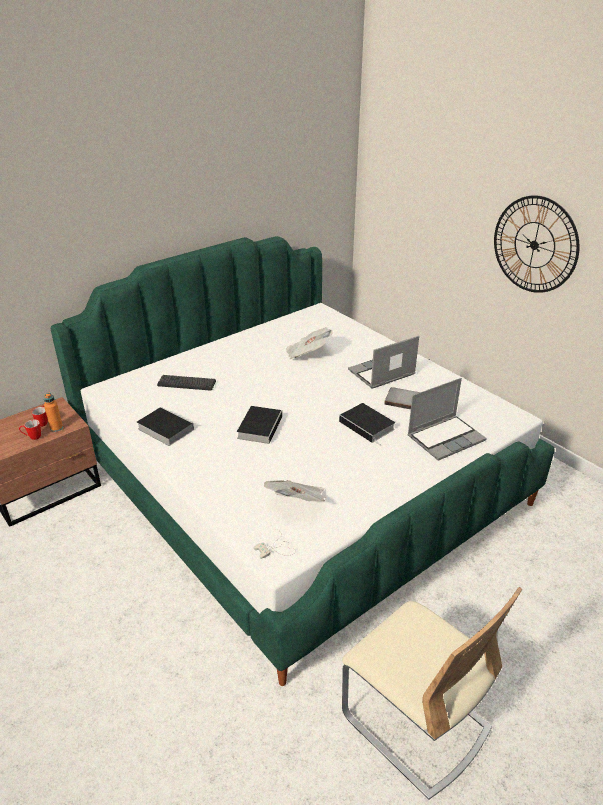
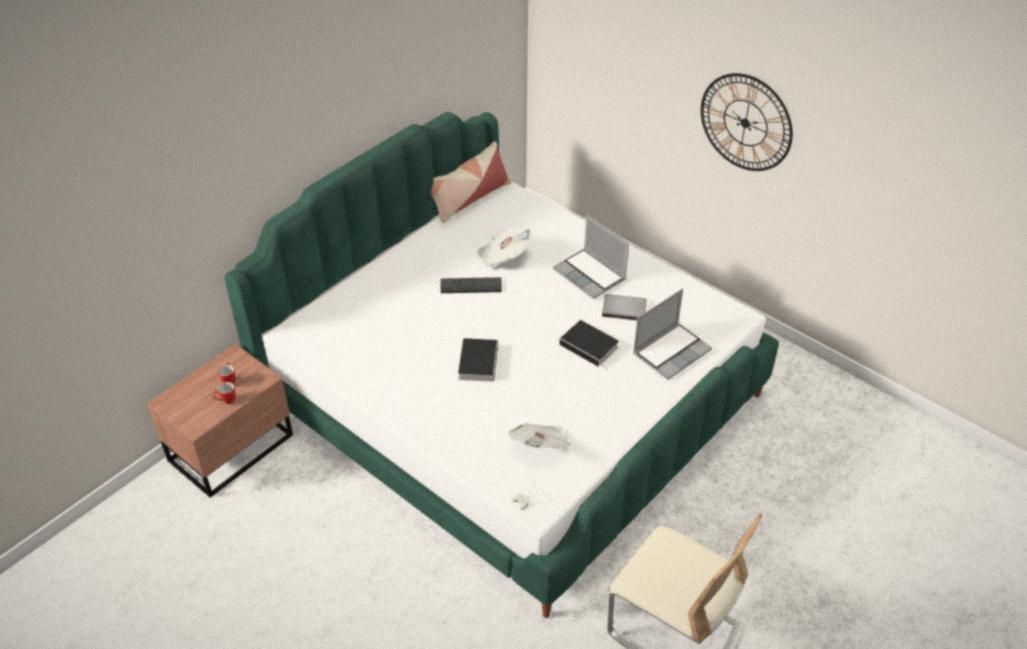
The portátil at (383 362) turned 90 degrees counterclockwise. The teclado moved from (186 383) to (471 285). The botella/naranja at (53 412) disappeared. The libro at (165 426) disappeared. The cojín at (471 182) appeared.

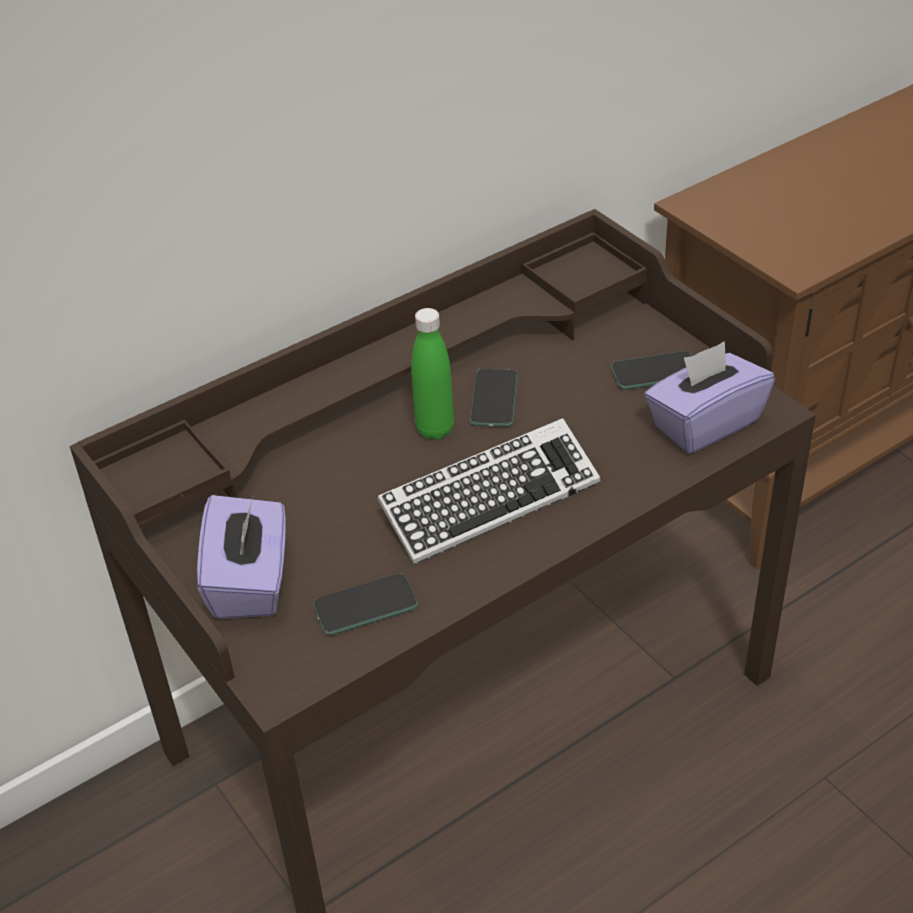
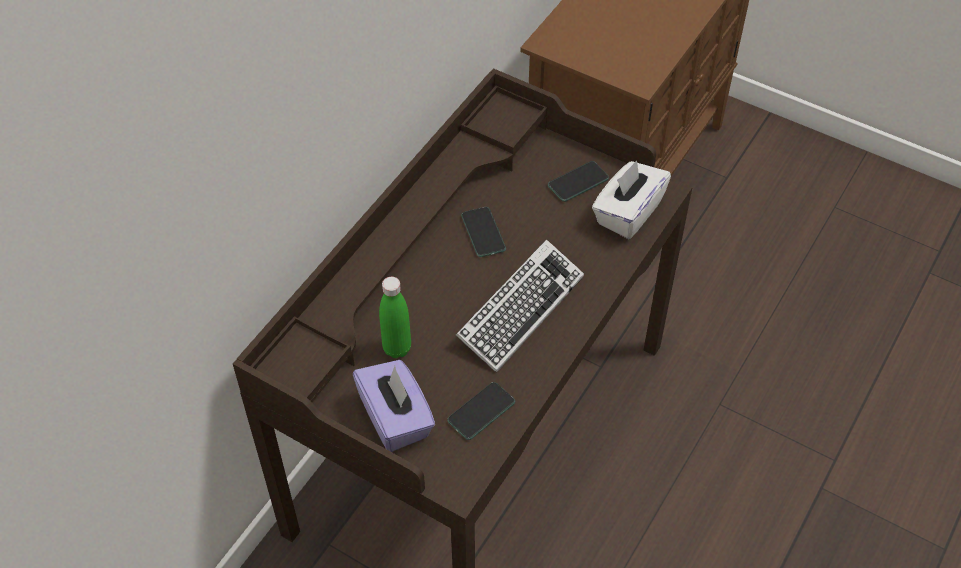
The botella/verde moved from (432 374) to (395 317). The caja de pañuelos/morado at (709 397) became the caja de pañuelos/blanco at (631 199).

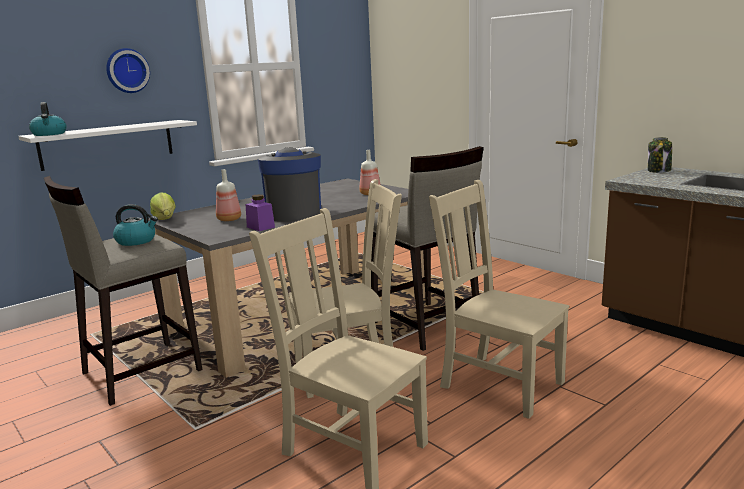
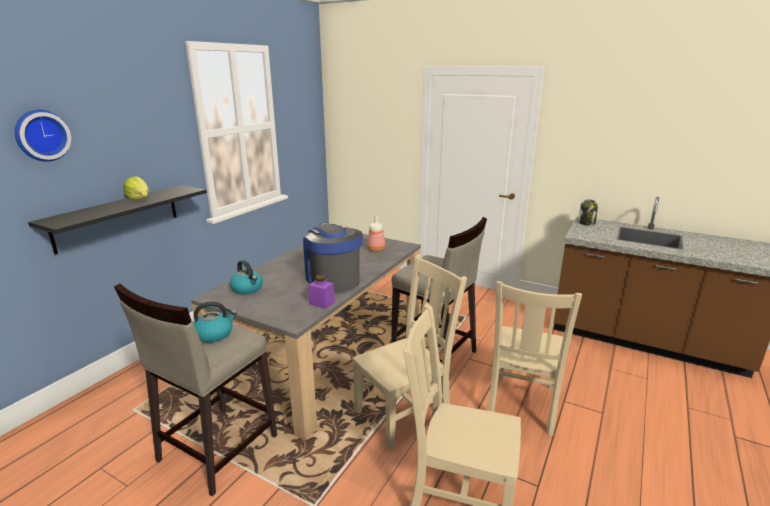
The reloj de pared moved from (128 70) to (42 135). The hervidor moved from (47 119) to (246 277). The estante/blanco at (107 145) became the estante/negro at (117 219). The botella at (228 195) disappeared. The silla/beis at (499 299) turned 90 degrees counterclockwise. The lechuga moved from (163 206) to (136 188).

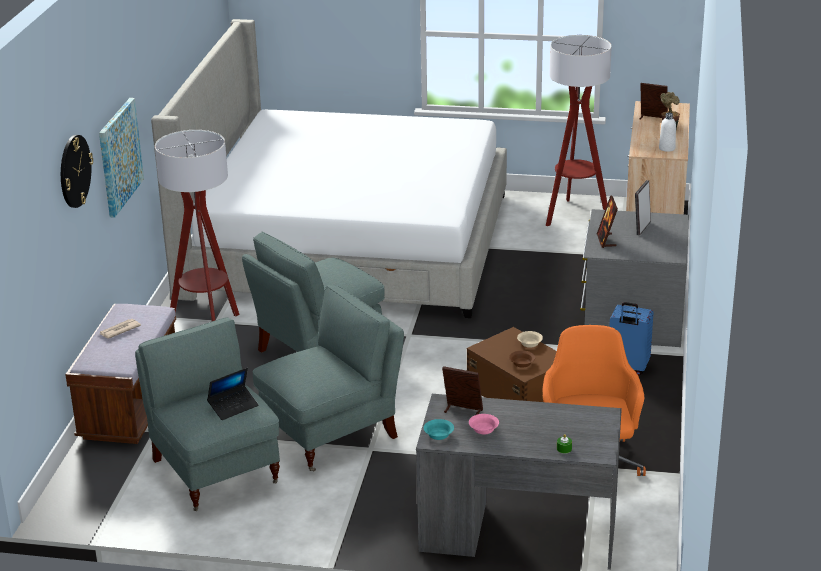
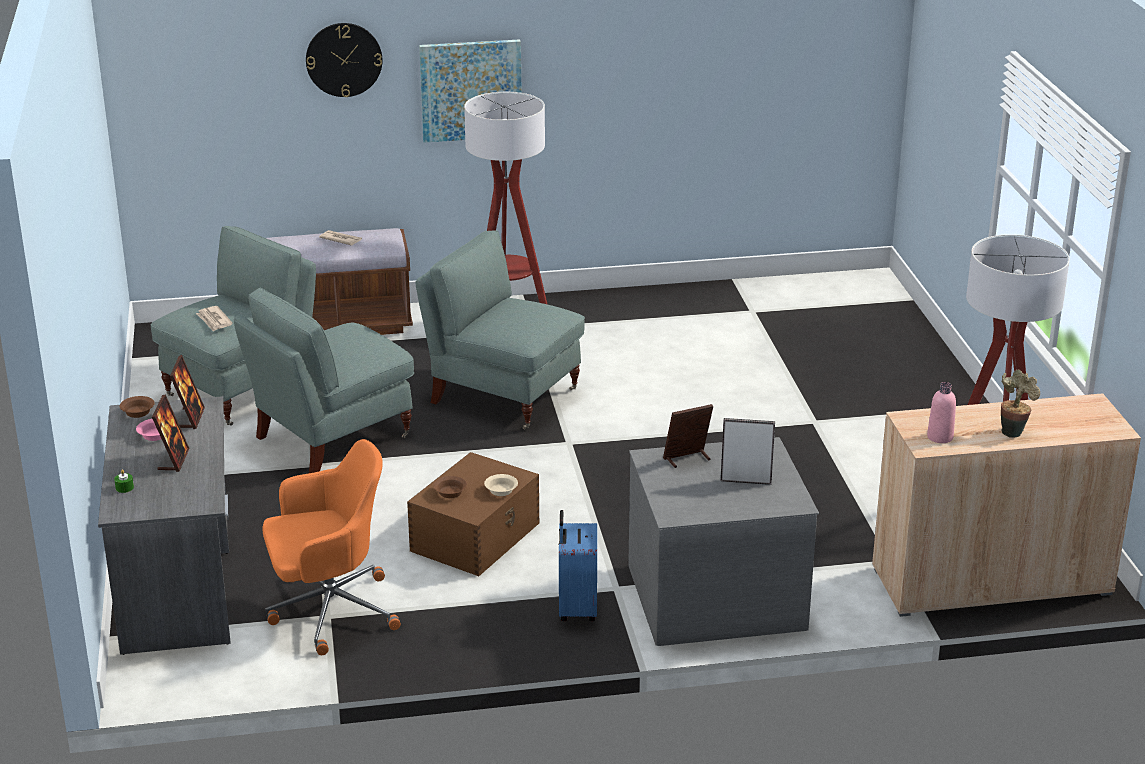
The cama at (329 168) disappeared. The portarretratos moved from (654 101) to (170 433). The botella/blanco at (667 132) became the botella/rosa at (941 412). The sillón/gris at (328 378) turned 105 degrees clockwise. The portátil at (233 394) was replaced by the periódico at (214 319). The cuenco/turquesa at (439 429) became the cuenco/marrón at (137 407).

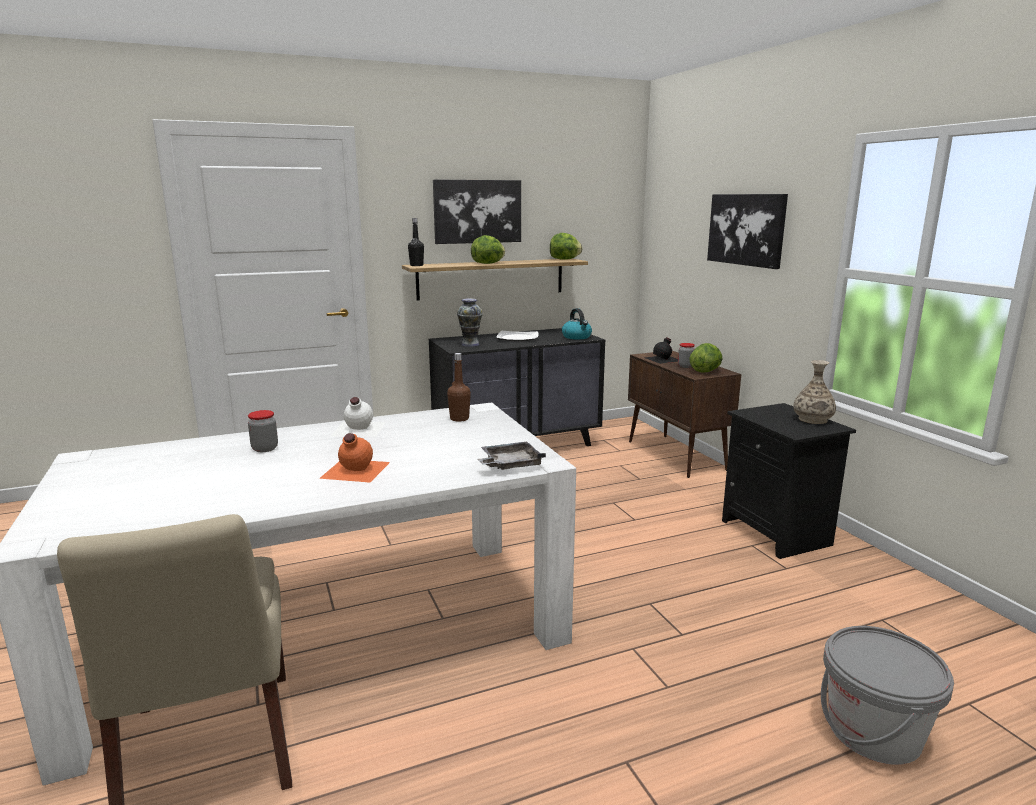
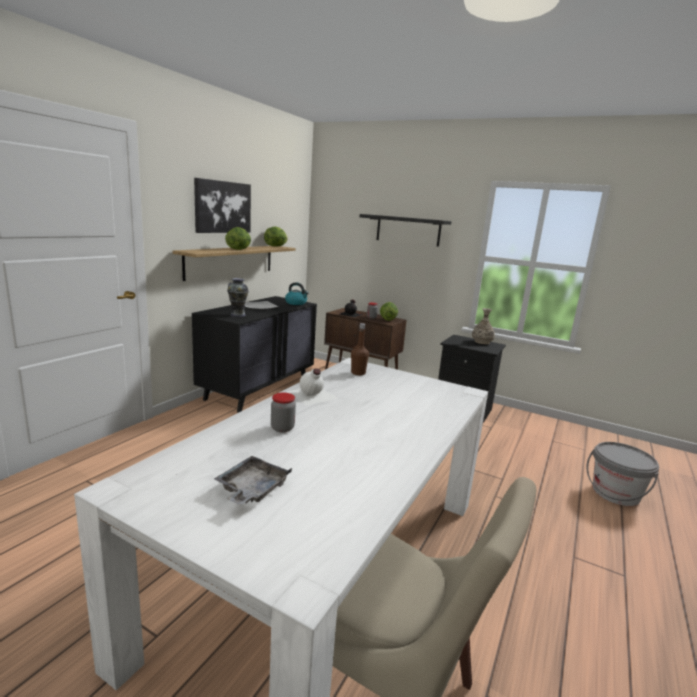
The cuadro at (747 231) was replaced by the estante/negro at (406 230). The botella/negro at (416 242) disappeared. The botella/naranja at (354 458) disappeared. The bandeja/gris moved from (511 456) to (253 480).

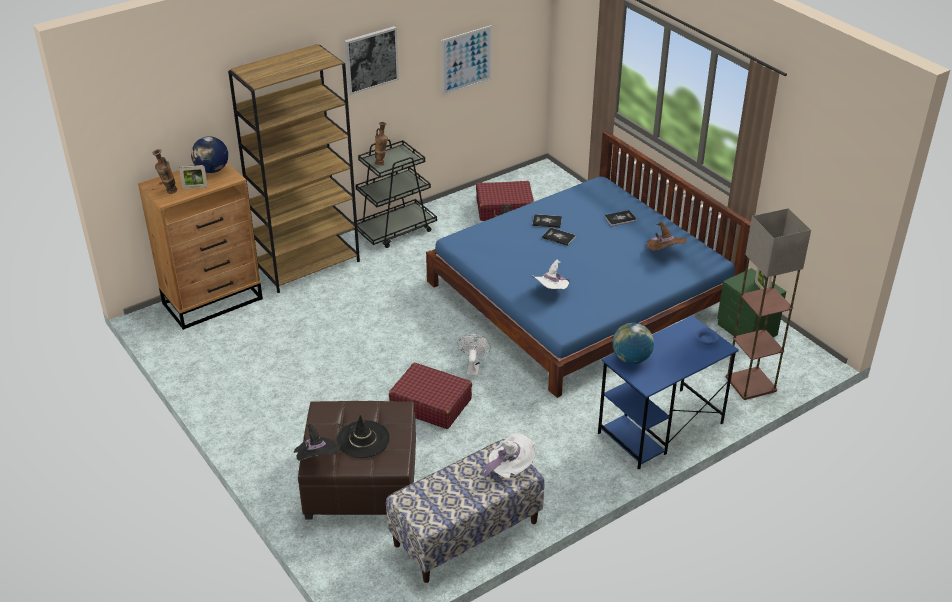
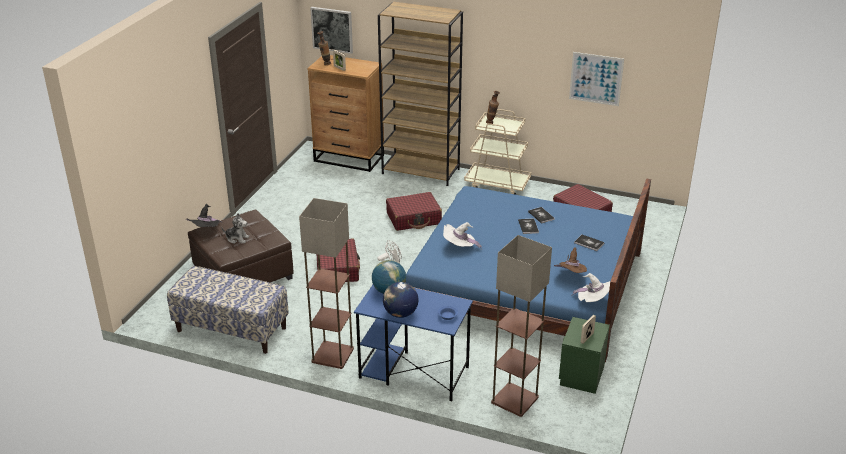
The cuadro moved from (371 60) to (331 30). The globo terráqueo moved from (209 154) to (401 300). The carrito/negro at (395 193) became the carrito/beis at (497 152). The sombrero/negro at (363 436) was replaced by the peluche at (235 228). The sombrero/blanco moved from (507 456) to (590 287). The maleta/rojo at (414 211) appeared. The lámpara de pie at (326 283) appeared.

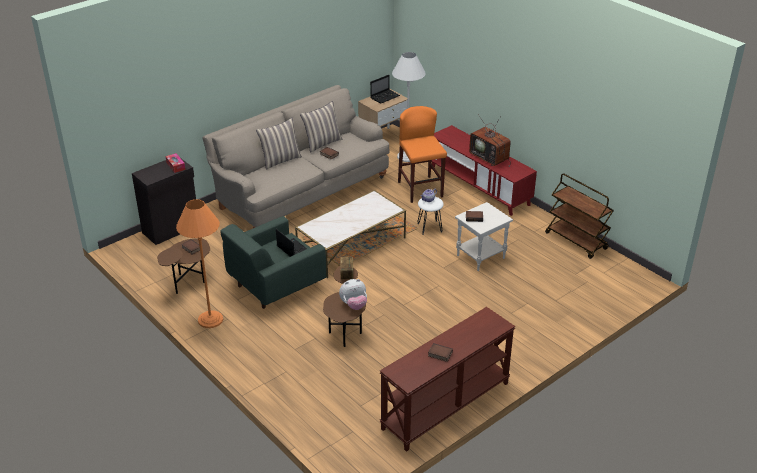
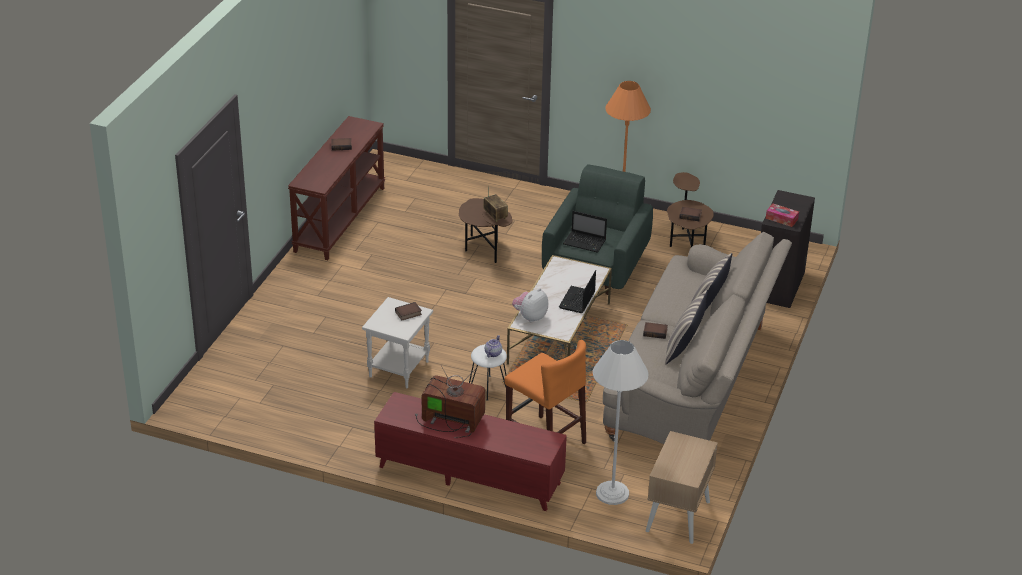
The portátil moved from (385 89) to (577 291). The carrito/marrón at (579 216) disappeared. The peluche moved from (353 294) to (530 305).

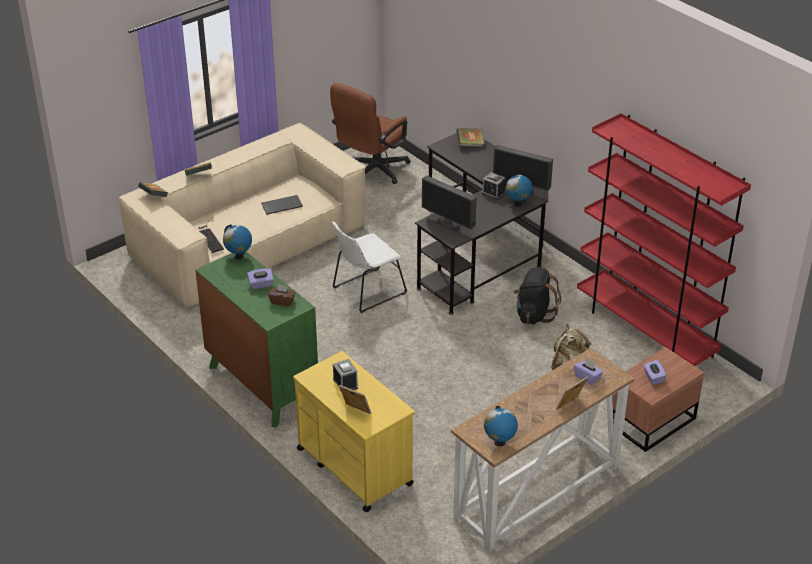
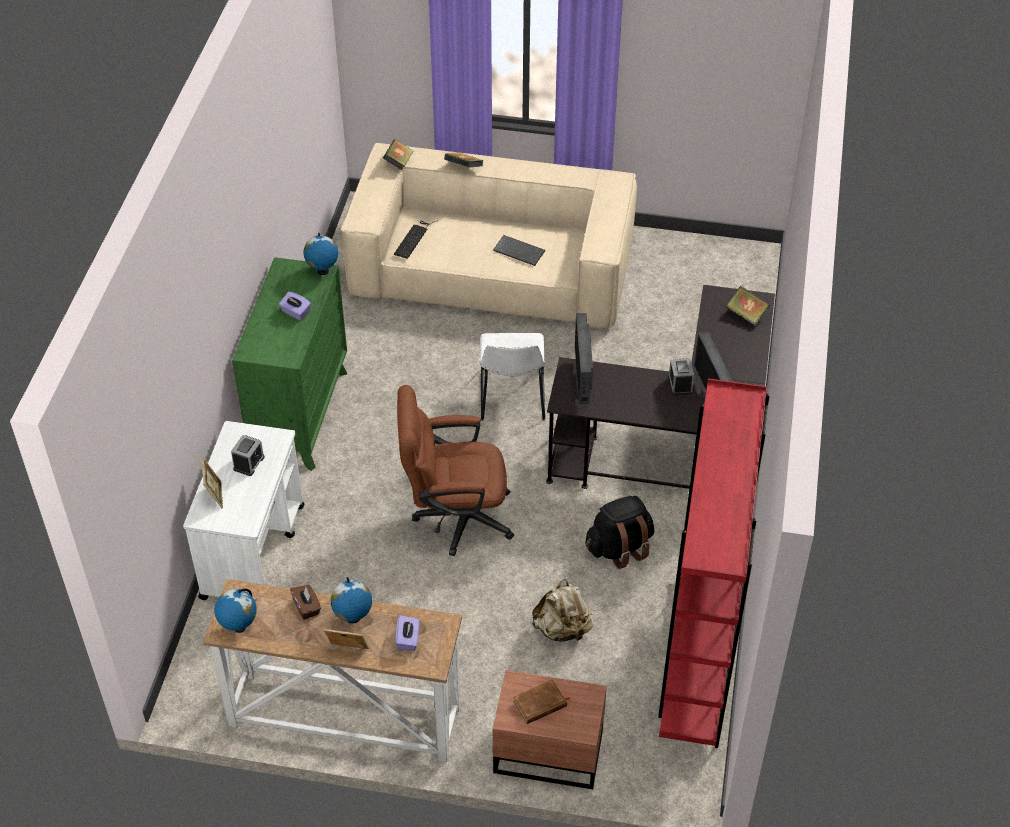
The silla de oficina/marrón moved from (370 133) to (455 470). The globo terráqueo moved from (518 190) to (351 600). The silla/blanco at (369 267) turned 105 degrees counterclockwise. The caja de pañuelos/marrón moved from (282 295) to (305 602). The carrito/amarillo at (354 431) became the carrito/blanco at (243 510). The caja de pañuelos/morado at (655 372) was replaced by the libro/marrón at (541 702).

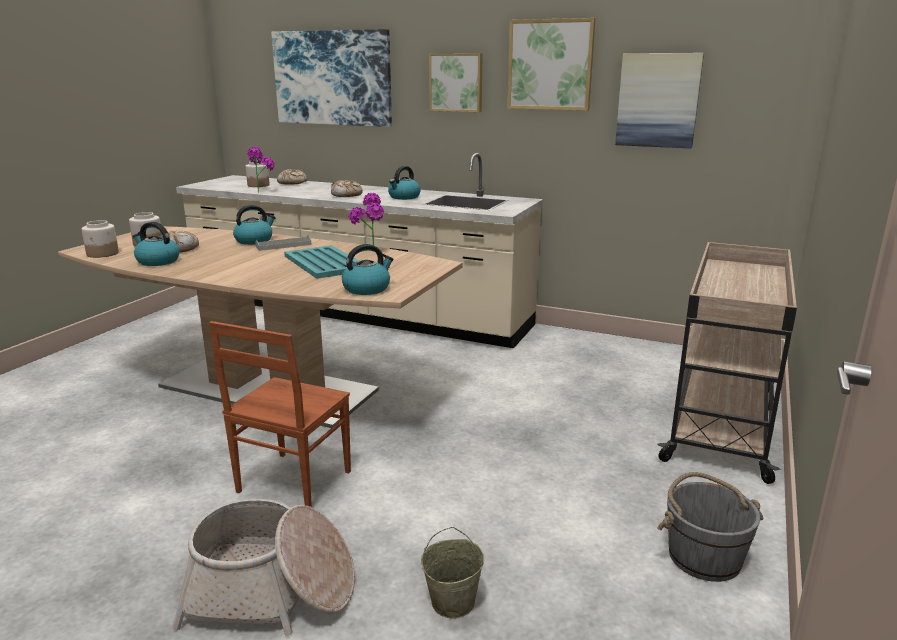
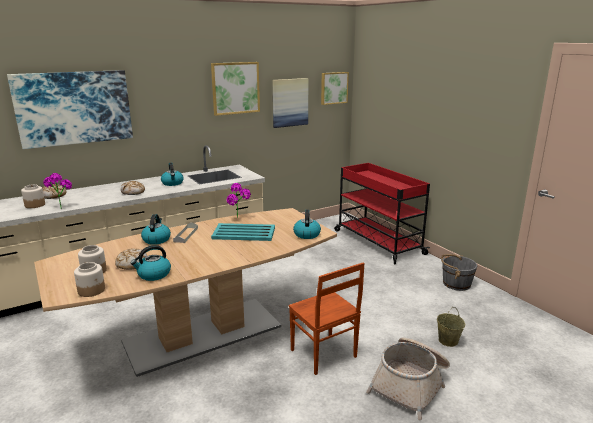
The cuadro moved from (456 82) to (335 88). The carrito/beis at (727 363) became the carrito/rojo at (382 214).

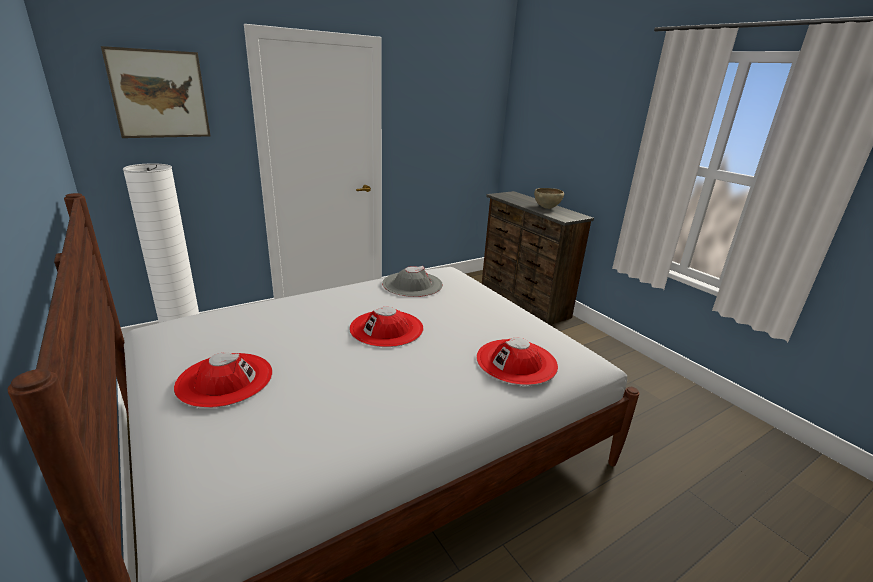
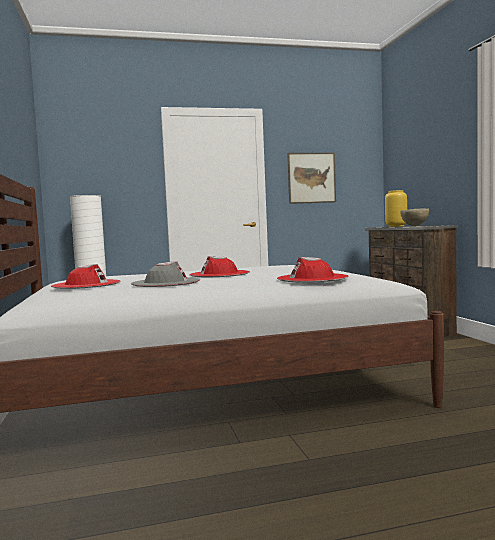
The cuadro moved from (156 92) to (311 178). The sombrero/gris moved from (412 281) to (165 274). The florero/amarillo at (396 208) appeared.

